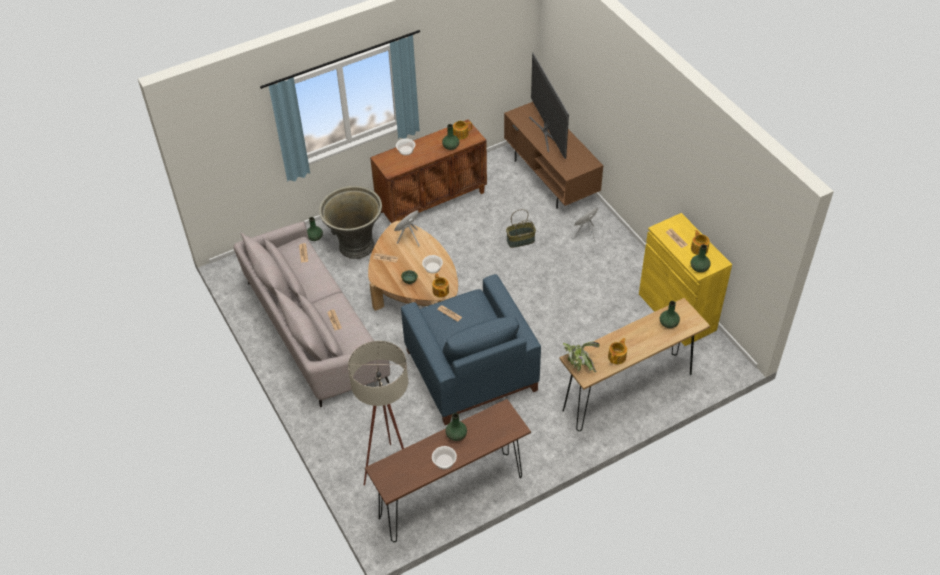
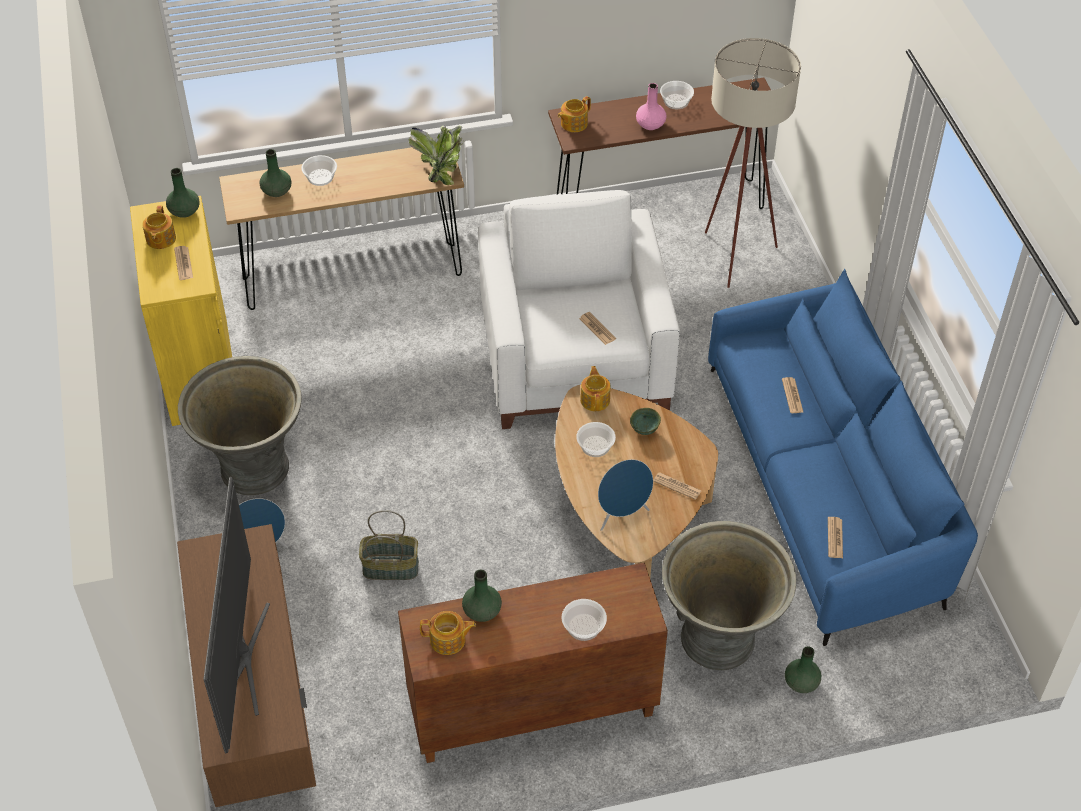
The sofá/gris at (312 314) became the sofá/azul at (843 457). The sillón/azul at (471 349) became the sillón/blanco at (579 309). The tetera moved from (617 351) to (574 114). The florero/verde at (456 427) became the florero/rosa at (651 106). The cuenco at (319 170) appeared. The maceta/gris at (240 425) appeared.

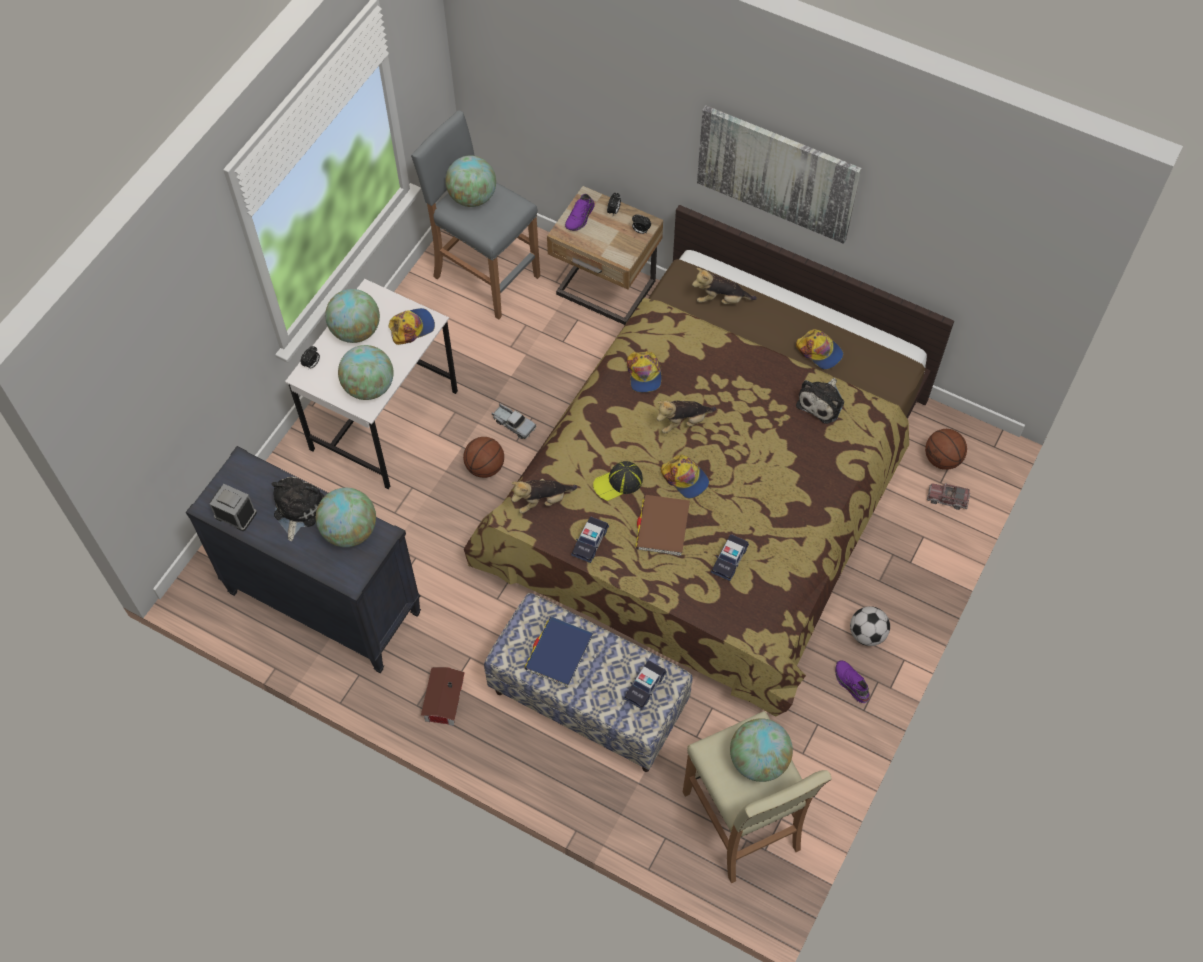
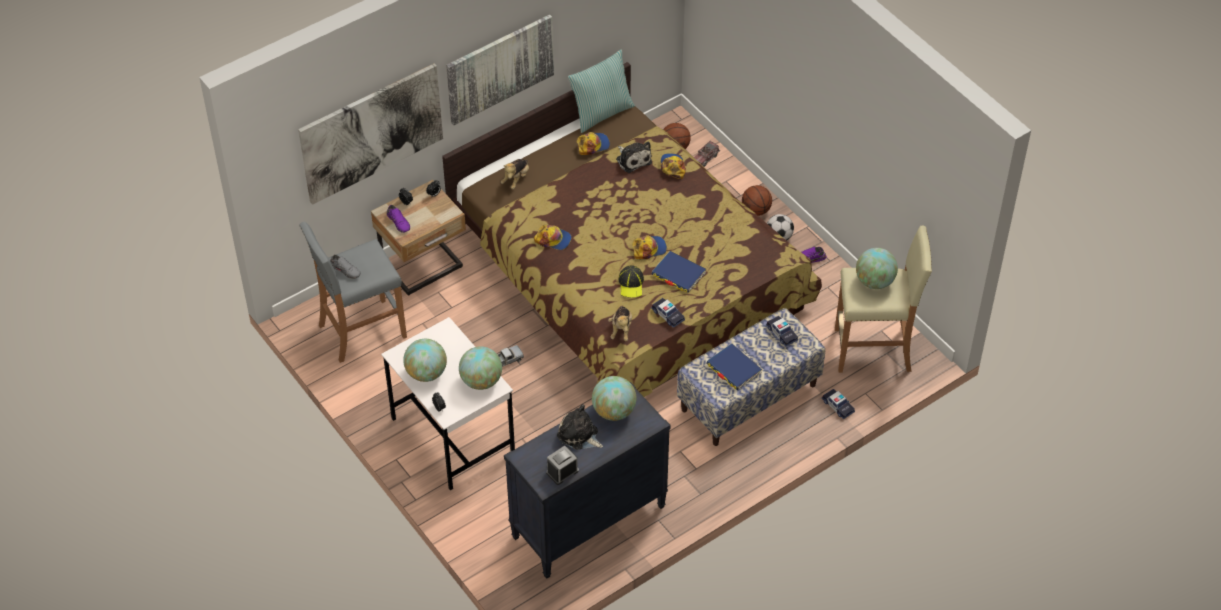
The globo terráqueo at (470 181) was replaced by the zapato/gris at (345 267). The gorra moved from (412 326) to (673 166). The peluche at (686 416) disappeared. The balón de baloncesto moved from (483 457) to (757 200). The libro/marrón at (662 525) became the libro/azul at (679 272). The coche de juguete moved from (730 557) to (838 404). The casita at (443 696) disappeared. The cojín at (601 91) appeared. The cuadro at (370 134) appeared.

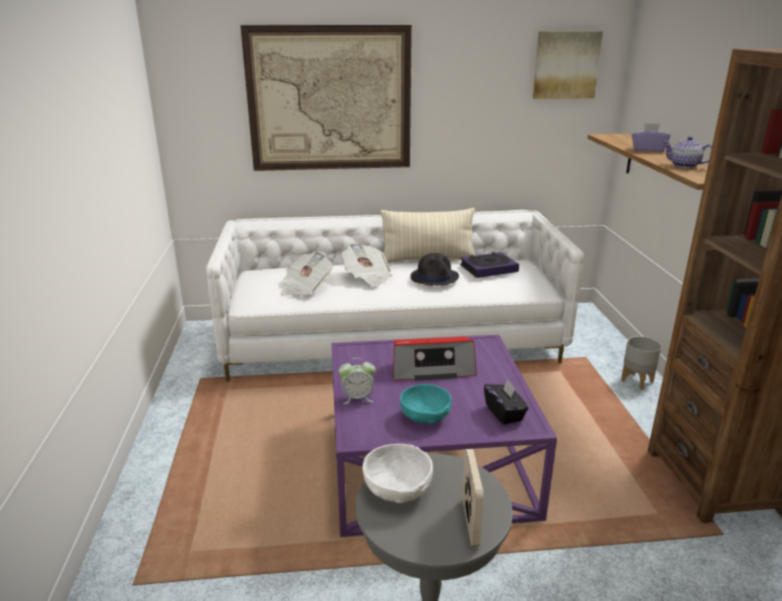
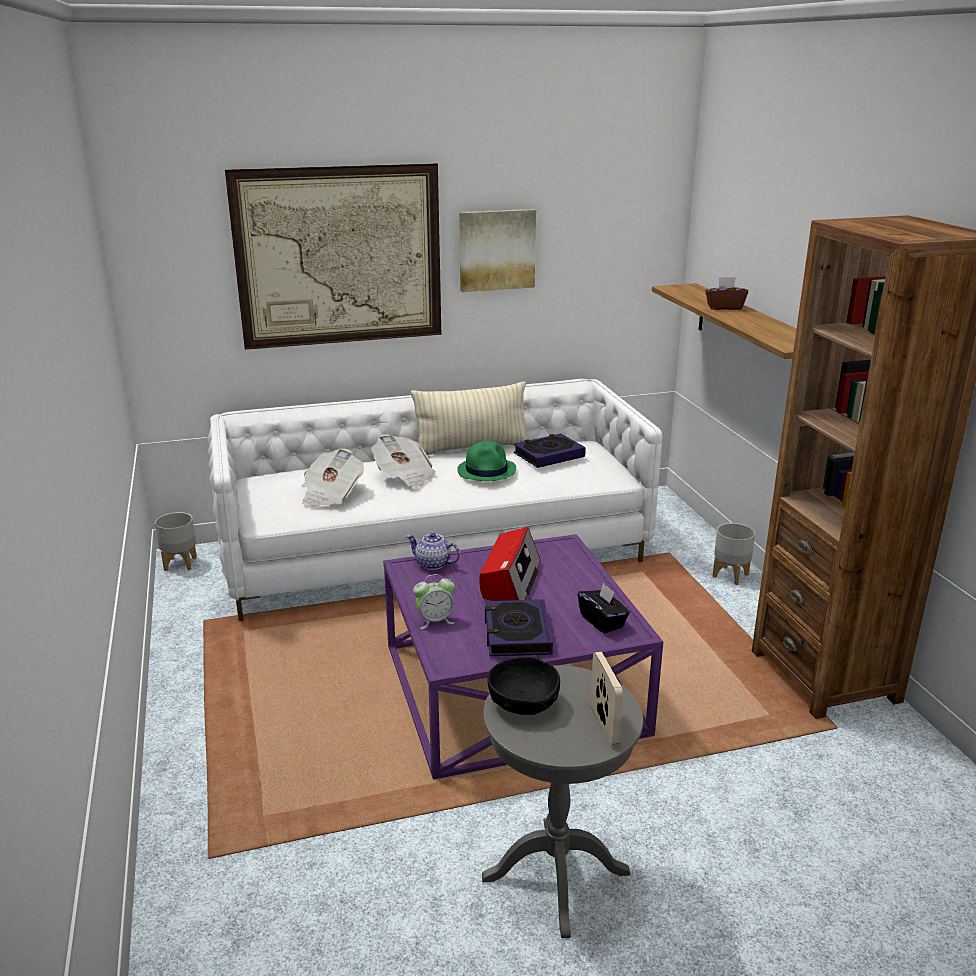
The cuadro moved from (568 65) to (497 250). The caja de pañuelos/morado at (651 137) became the caja de pañuelos/marrón at (726 293). The tetera moved from (687 152) to (433 551). The sombrero/negro at (435 269) became the sombrero/verde at (486 461). The radio at (435 358) turned 60 degrees counterclockwise. The cuenco/turquesa at (425 404) was replaced by the libro at (519 627). The cuenco/blanco at (398 473) became the cuenco/negro at (524 686). The maceta/gris at (176 541) appeared.

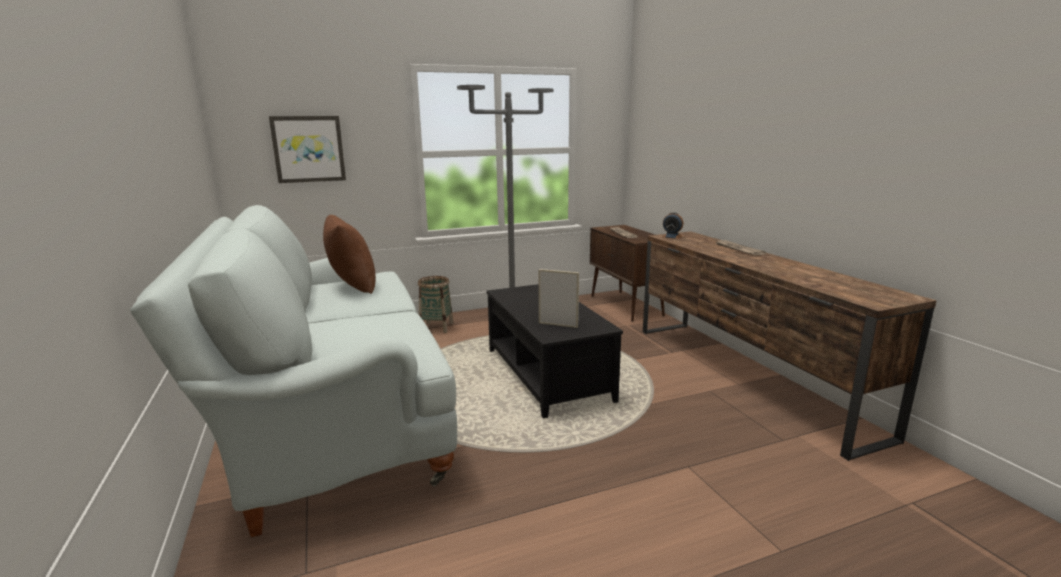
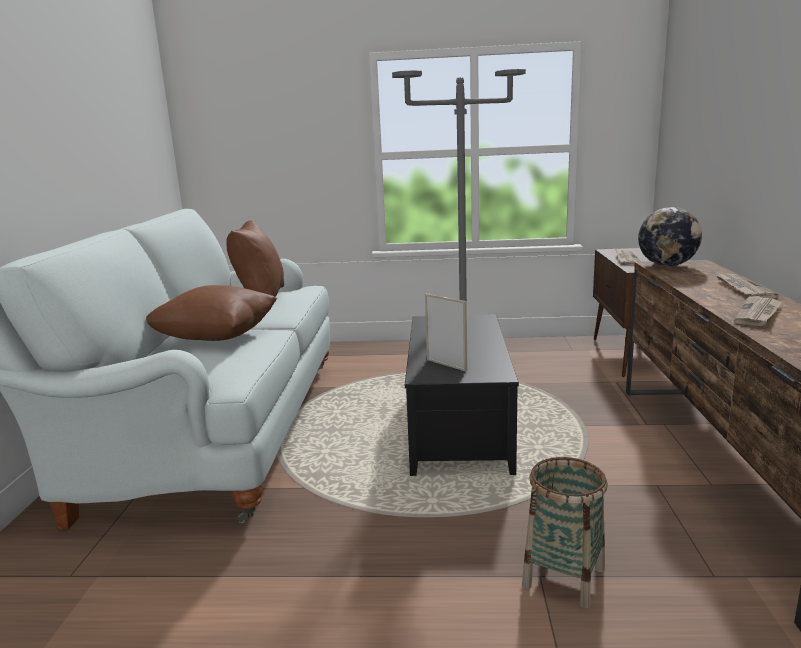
The cuadro at (307 149) disappeared. The despertador at (673 225) was replaced by the globo terráqueo at (670 236). The cesta moved from (435 304) to (565 533). The cojín/marrón at (211 313) appeared. The periódico at (758 311) appeared.

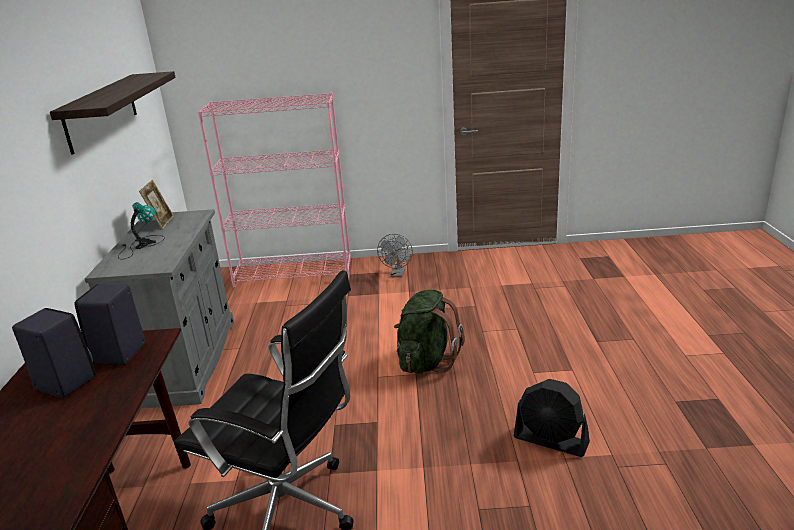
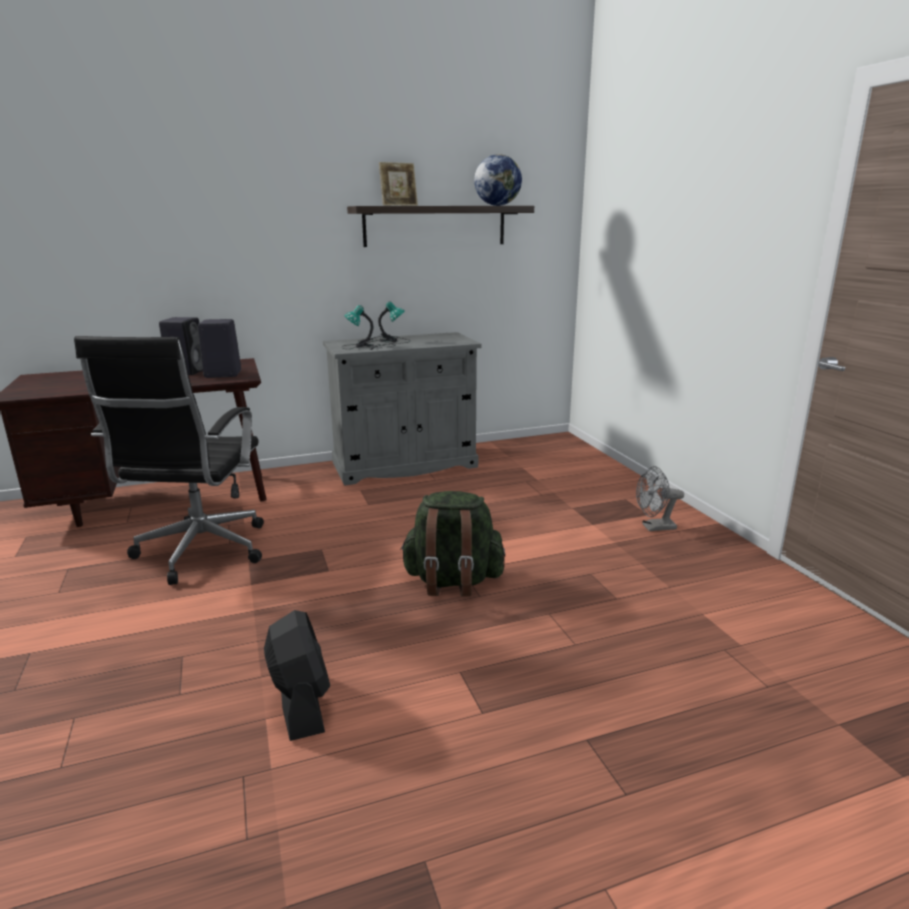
The estantería/rosa at (274 190) disappeared. The portarretratos moved from (156 204) to (398 184). The ventilador/negro at (552 418) turned 150 degrees clockwise. The globo terráqueo at (498 180) appeared. The lámpara de mesa at (369 327) appeared.

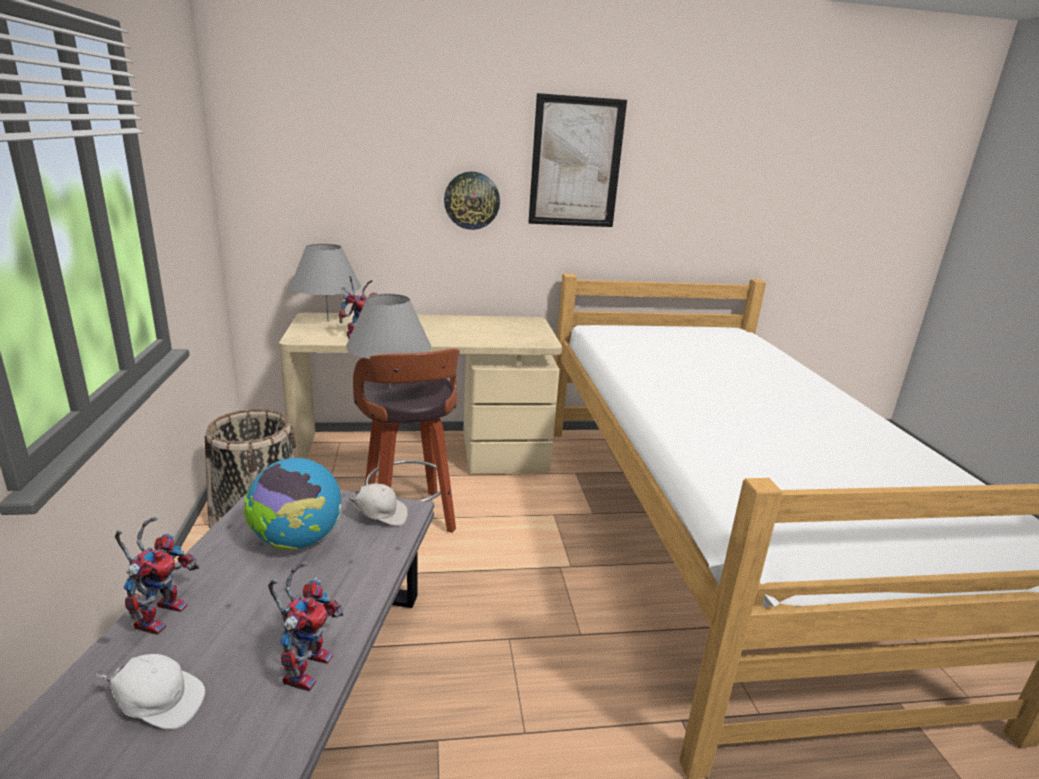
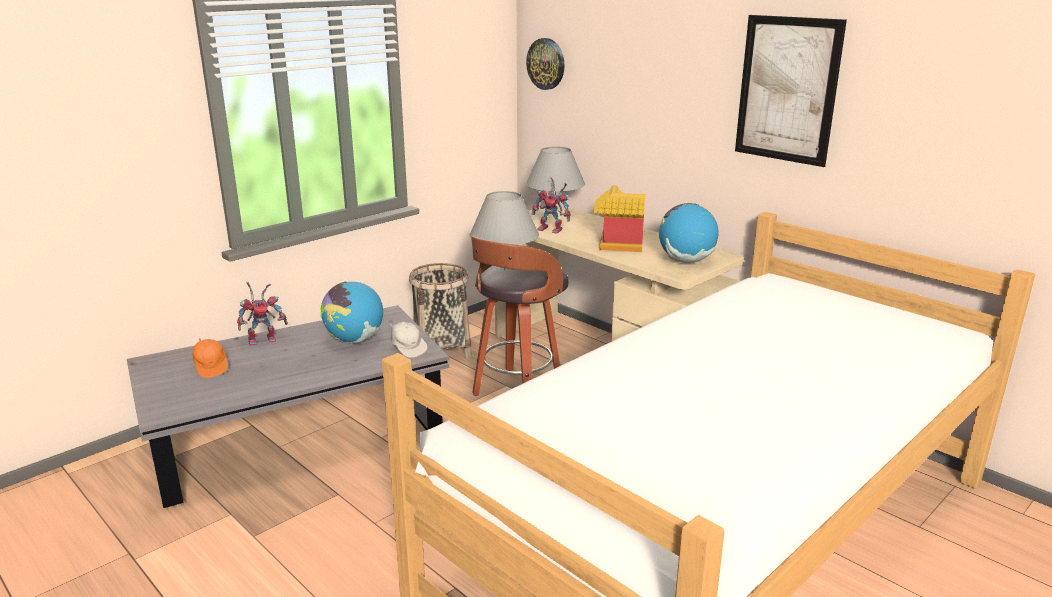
The reloj de pared moved from (472 201) to (545 64). The robot de juguete at (306 626) disappeared. The gorra/blanco at (150 691) became the gorra/naranja at (210 358). The casita at (619 218) appeared. The globo terráqueo at (689 233) appeared.

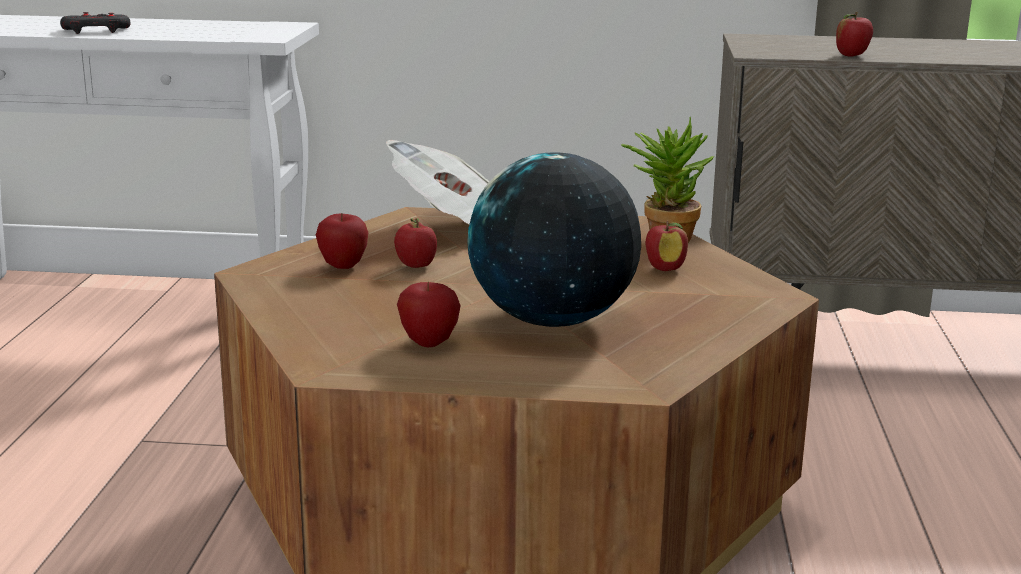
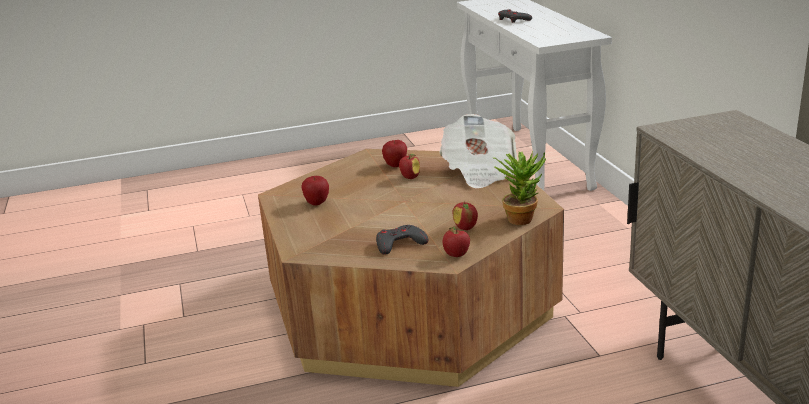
The manzana moved from (854 34) to (456 242). The globo terráqueo at (554 239) disappeared. The mando de consola/gris at (402 240) appeared.

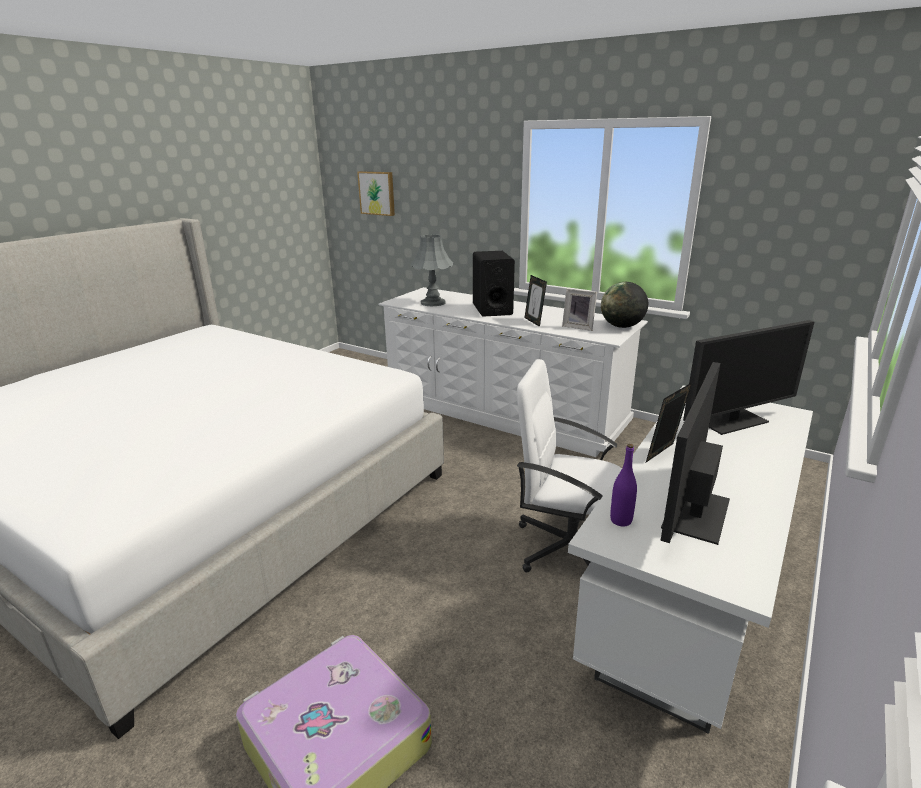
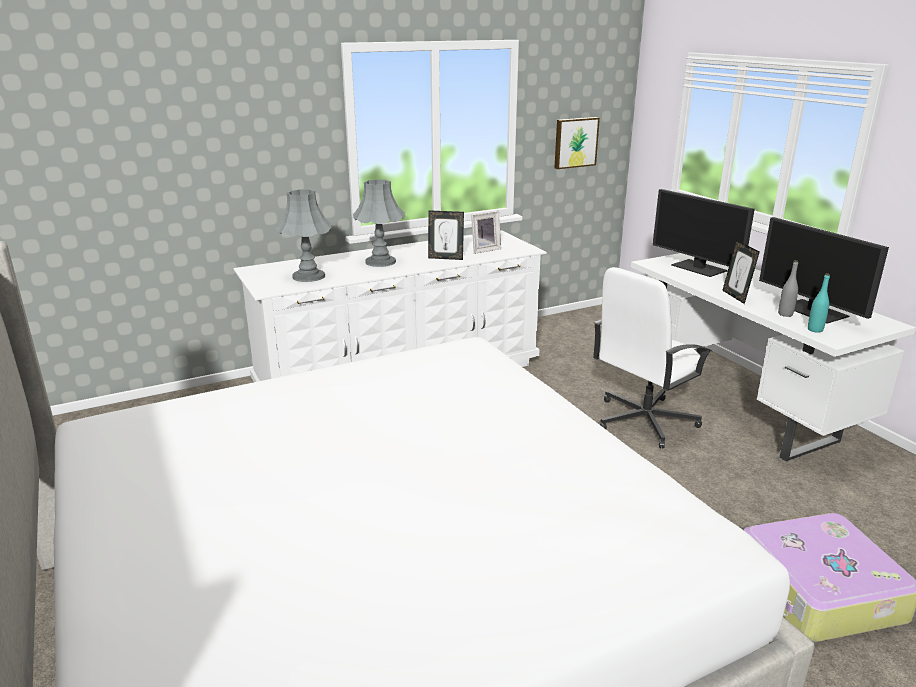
The cuadro moved from (376 193) to (577 143). The altavoz/negro at (494 284) was replaced by the lámpara de mesa/gris at (378 223). The globo terráqueo at (624 305) disappeared. The monitor at (748 377) turned 135 degrees clockwise. The botella/morado at (623 485) became the botella/turquesa at (819 303). The botella/gris at (788 288) appeared.

